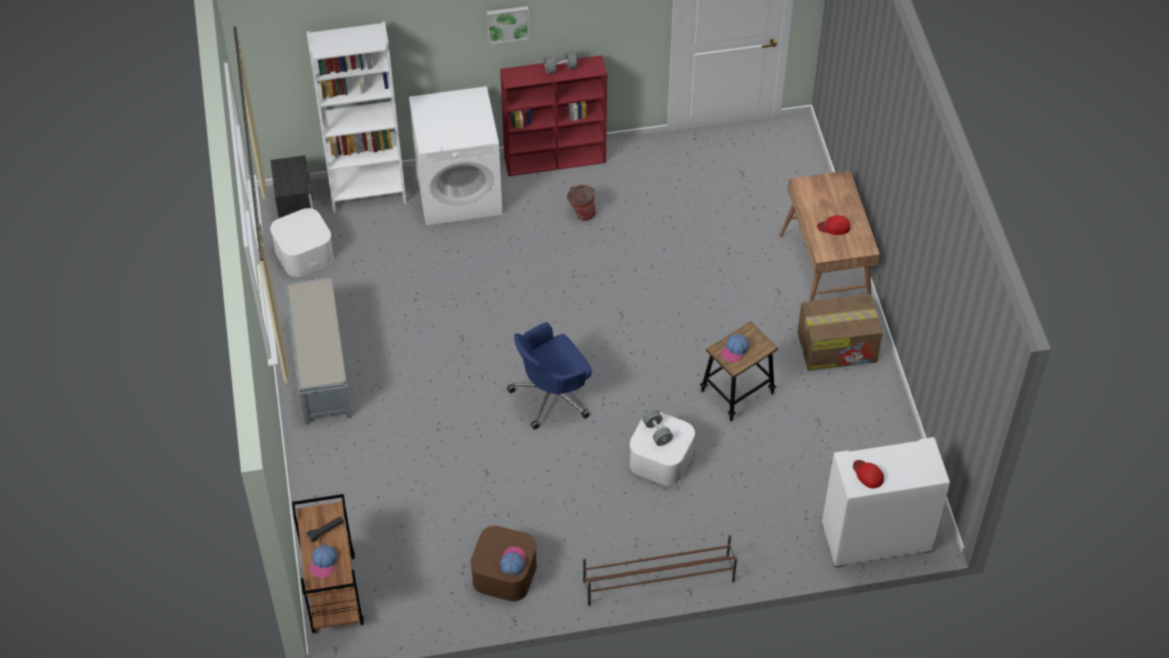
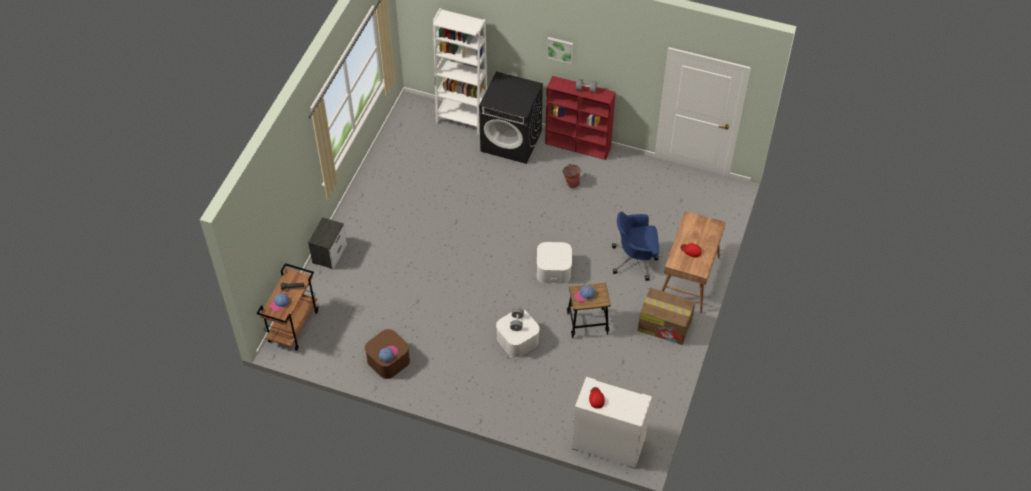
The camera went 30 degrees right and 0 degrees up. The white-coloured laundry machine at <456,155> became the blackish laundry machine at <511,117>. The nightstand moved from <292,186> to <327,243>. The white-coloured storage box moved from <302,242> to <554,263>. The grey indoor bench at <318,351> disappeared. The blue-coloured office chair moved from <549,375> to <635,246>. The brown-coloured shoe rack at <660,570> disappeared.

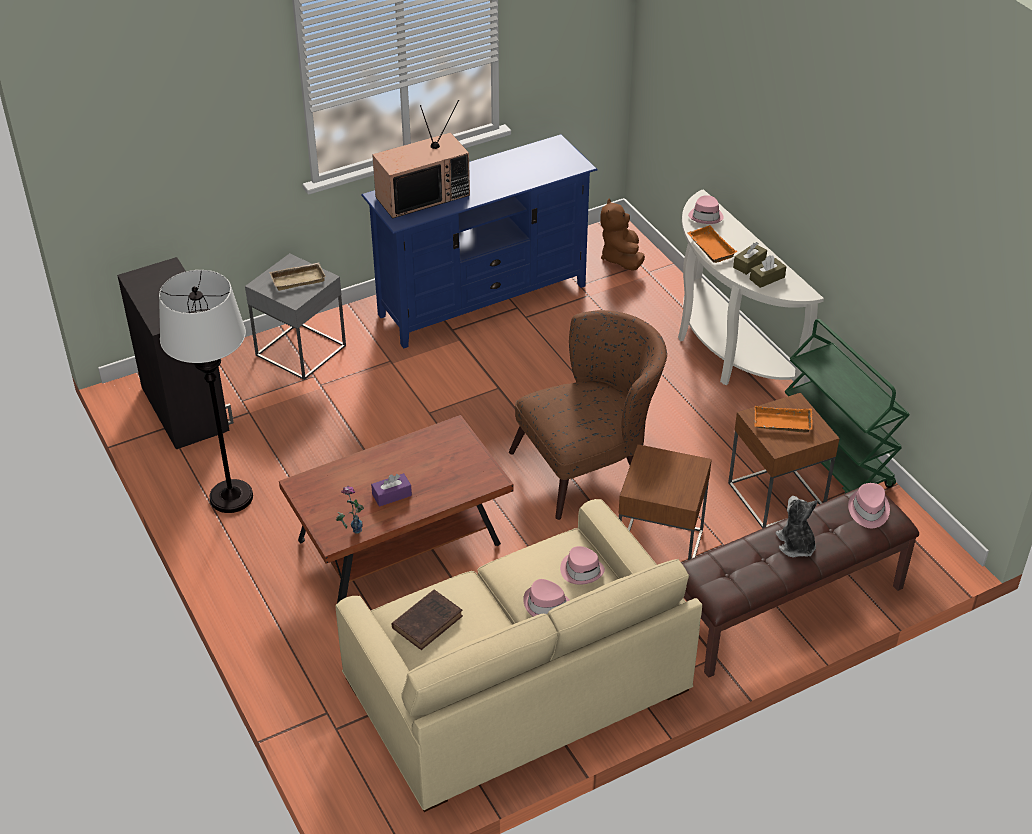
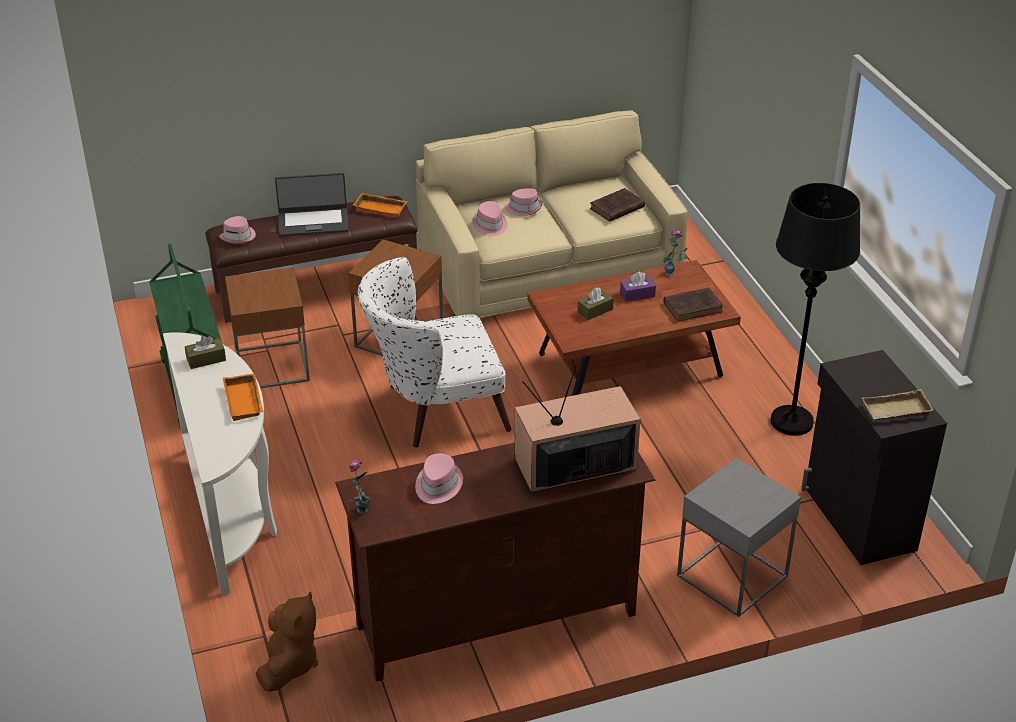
The camera went 170 degrees left and 5 degrees down. The blue-coloured media console at <479,241> became the brown-coloured media console at <495,562>. The pinkish clothing hat moved from <706,209> to <439,478>. The brown-coloured tissue holder moved from <750,258> to <596,304>. The beige-coloured serving tray moved from <297,276> to <898,405>. The white-coloured floor lamp at <206,391> became the blackish floor lamp at <815,309>. The brown-coloured lounge chair at <588,415> became the white-coloured lounge chair at <434,352>. The orangey serving tray moved from <783,419> to <380,205>. The plush toy at <797,527> was replaced by the portable computer at <312,204>. The brown-coloured book at <693,304> appeared. The decorative vase at <359,486> appeared.

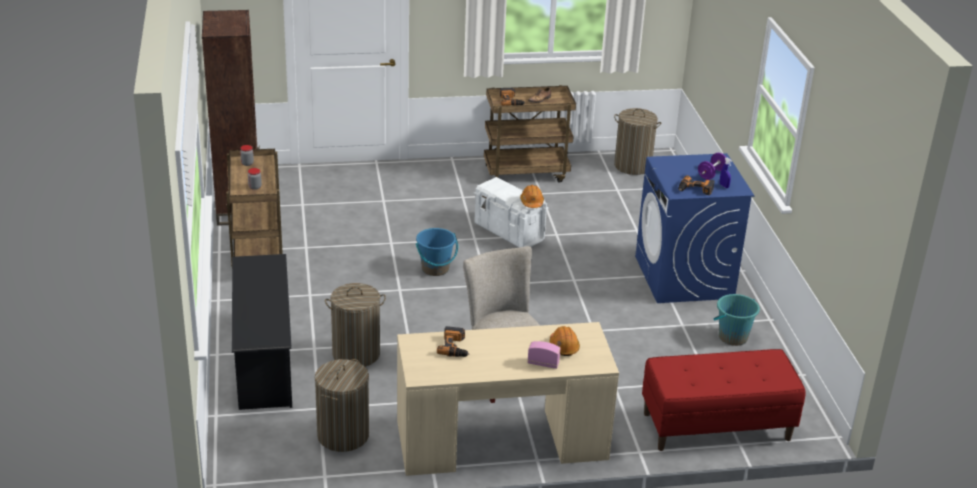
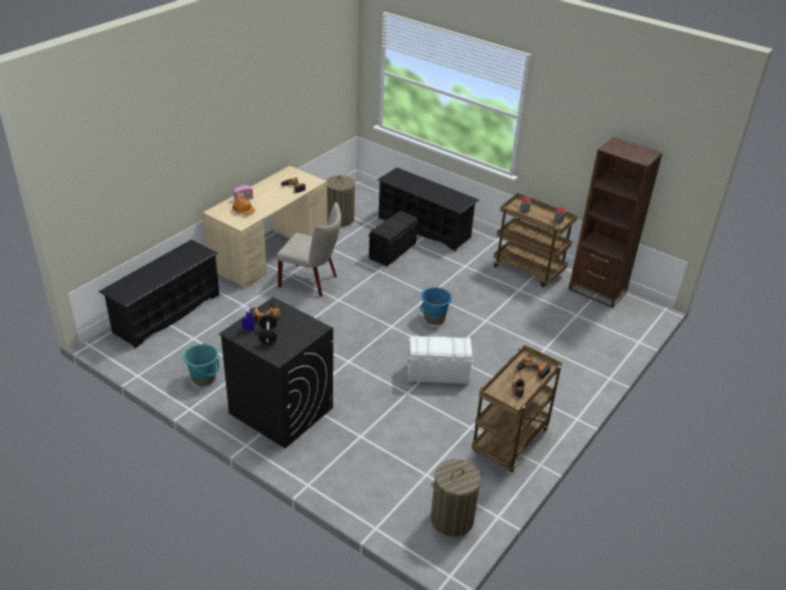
The camera went 135 degrees right and 5 degrees up. The blue-coloured laundry machine at <695,228> became the blackish laundry machine at <276,373>. The purple hand weight at <712,166> became the blackish hand weight at <268,330>. The orangey work helmet at <532,196> disappeared. The hamper at <355,325> was replaced by the blackish storage box at <393,239>. The red-coloured indoor bench at <723,400> was replaced by the blackish shoe rack at <159,293>.

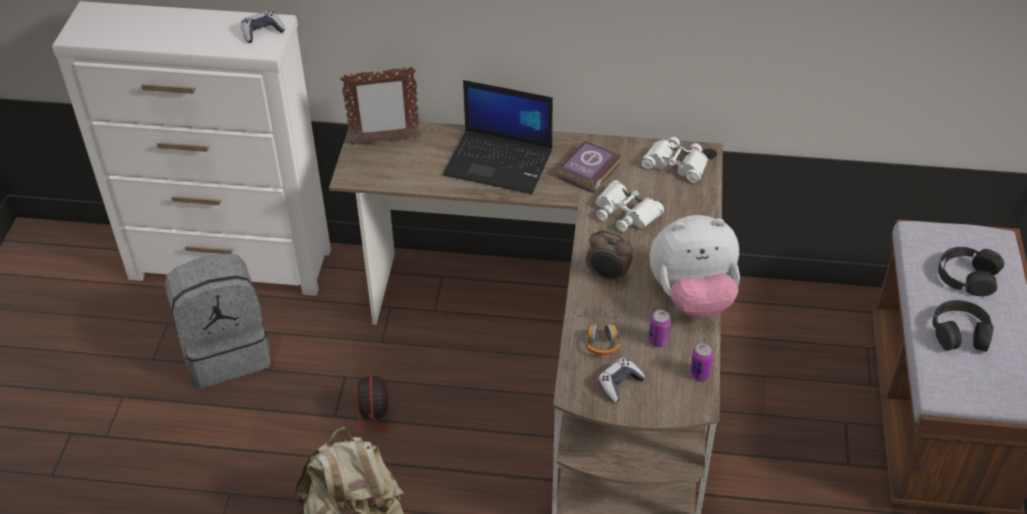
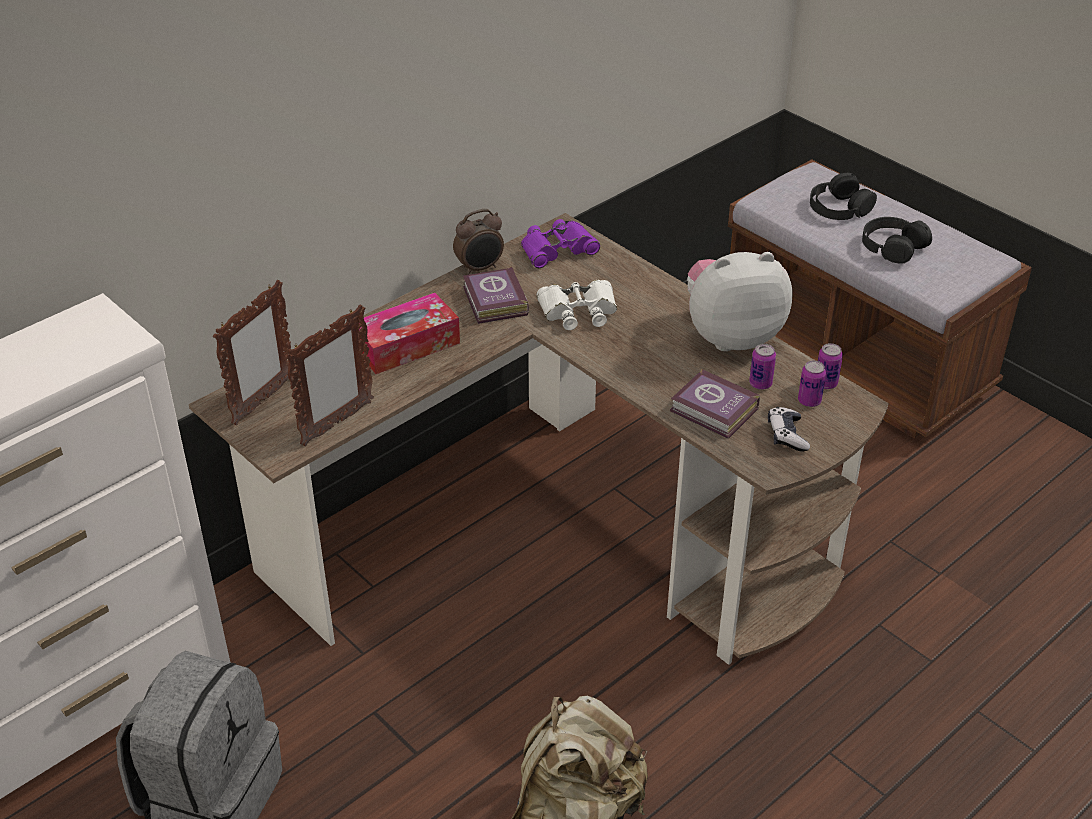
The camera went 50 degrees left and 5 degrees down. The game controller at <263,27> disappeared. The portable computer at <498,137> was replaced by the tissue holder at <409,333>. The white-coloured field glasses at <674,160> became the purple field glasses at <560,243>. The plush toy at <694,267> turned 135 degrees counterclockwise. The bedside clock moved from <609,257> to <478,242>. The headset at <600,330> was replaced by the book at <715,404>. The fan at <330,401> disappeared. The photo frame at <329,375> appeared. The sealed can at <812,384> appeared.

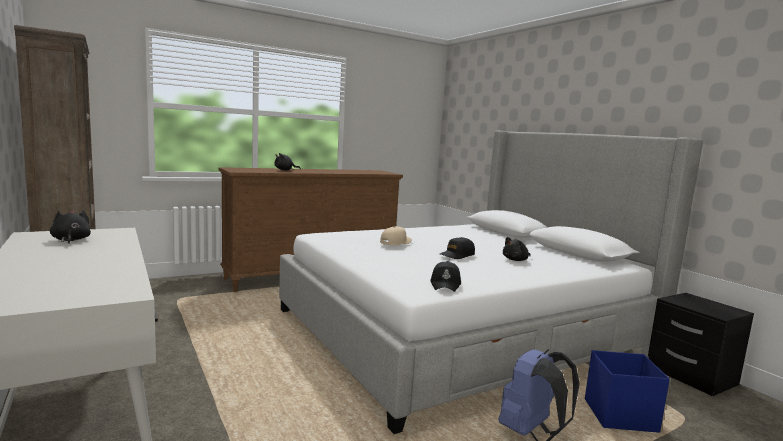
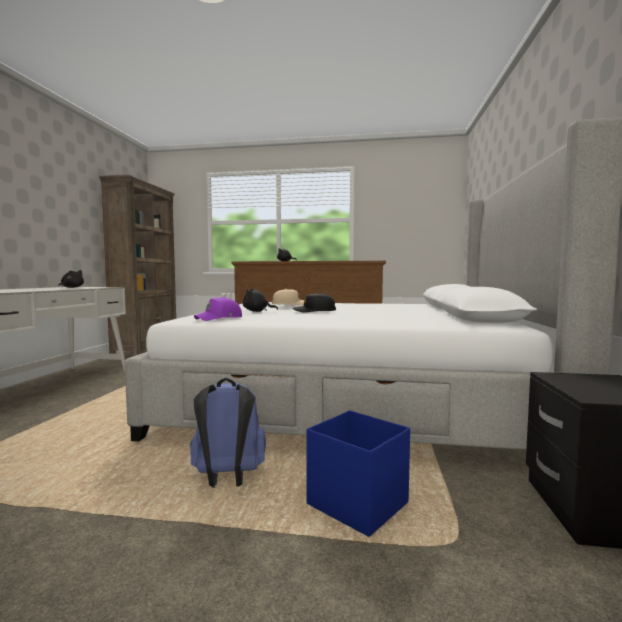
The camera went 40 degrees right and 5 degrees down. The blackish plush toy moved from <517,249> to <260,300>. The blackish baseball cap at <445,276> became the purple baseball cap at <218,309>.

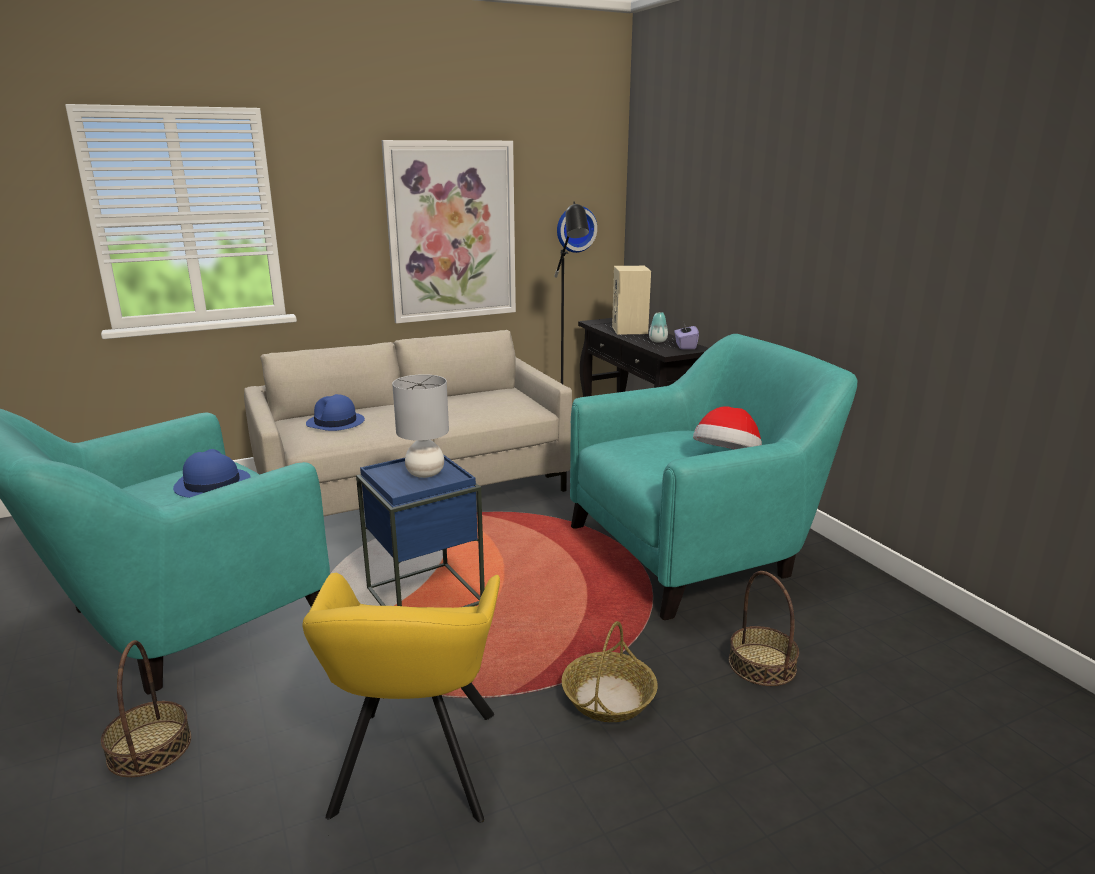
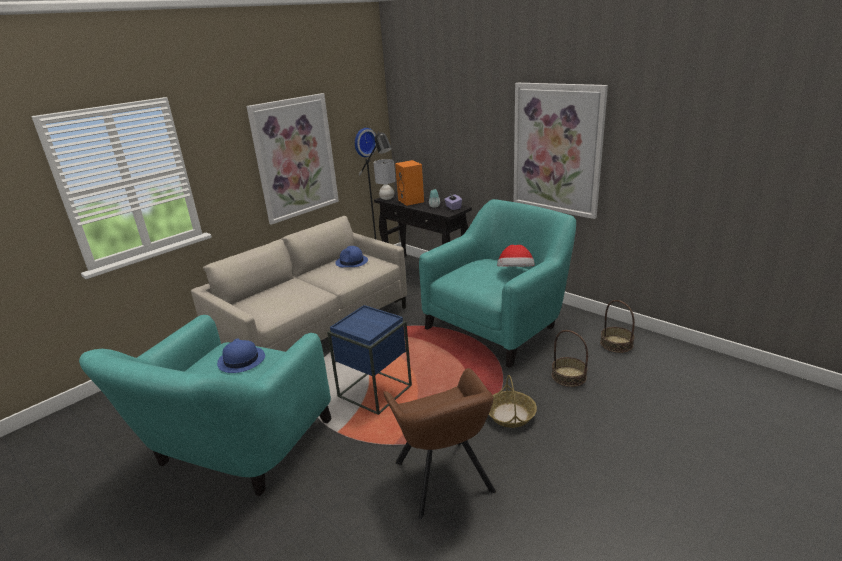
The camera went 20 degrees left and 5 degrees up. The beige-coloured loudspeaker at <631,300> became the orangey loudspeaker at <409,183>. The grey tabletop lamp moved from <420,426> to <384,179>. The blue-coloured clothing hat moved from <335,412> to <351,256>. The yellow lounge chair at <401,698> became the brown-coloured lounge chair at <440,443>. The storage basket moved from <146,708> to <617,326>. The wall picture at <561,151> appeared.

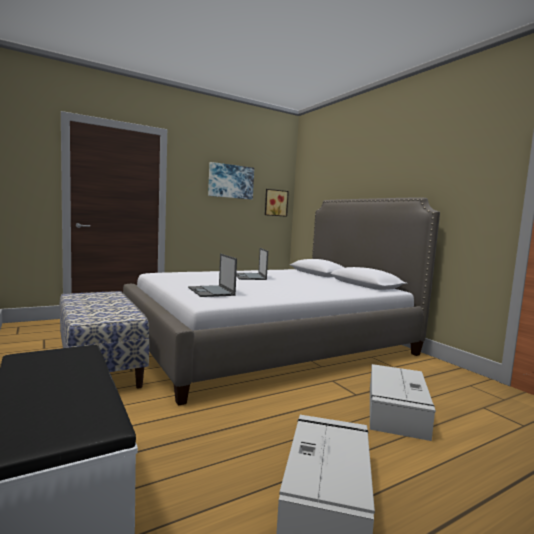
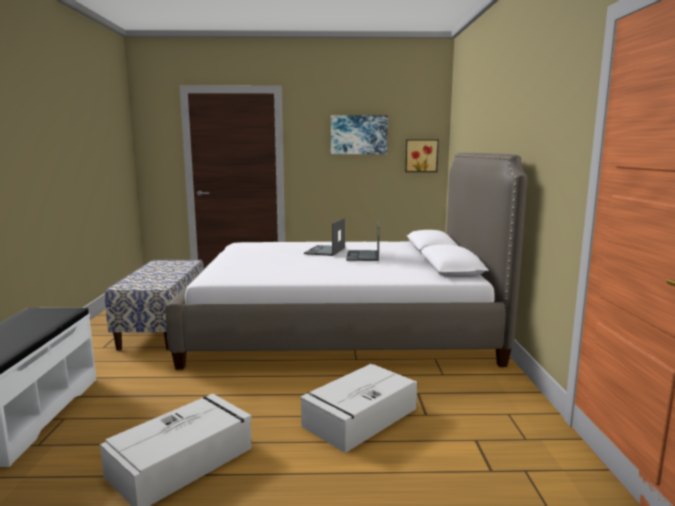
The camera went 30 degrees right and 5 degrees up. The portable computer moved from <212,275> to <363,241>.

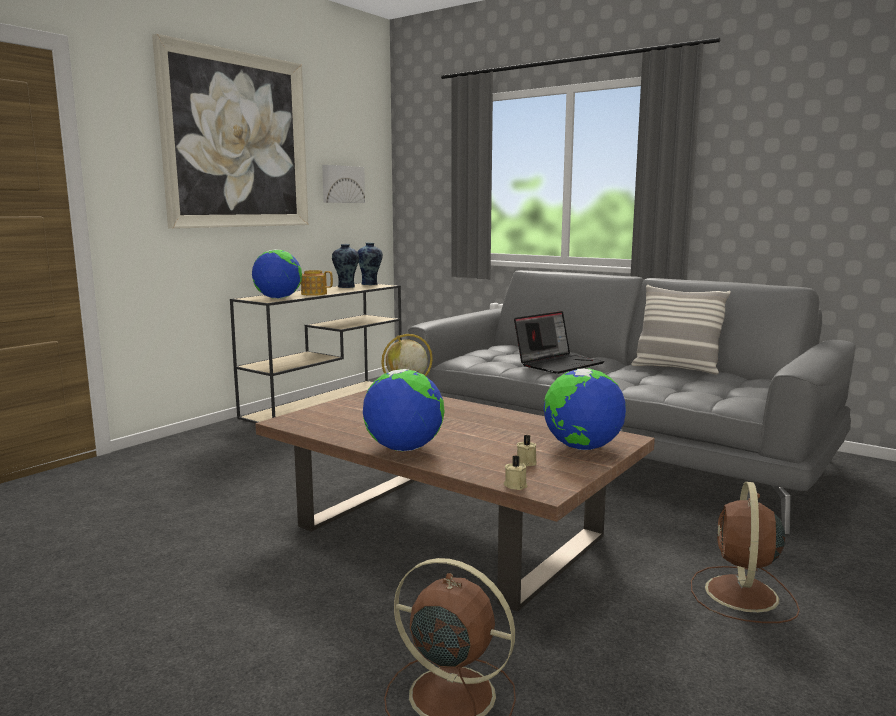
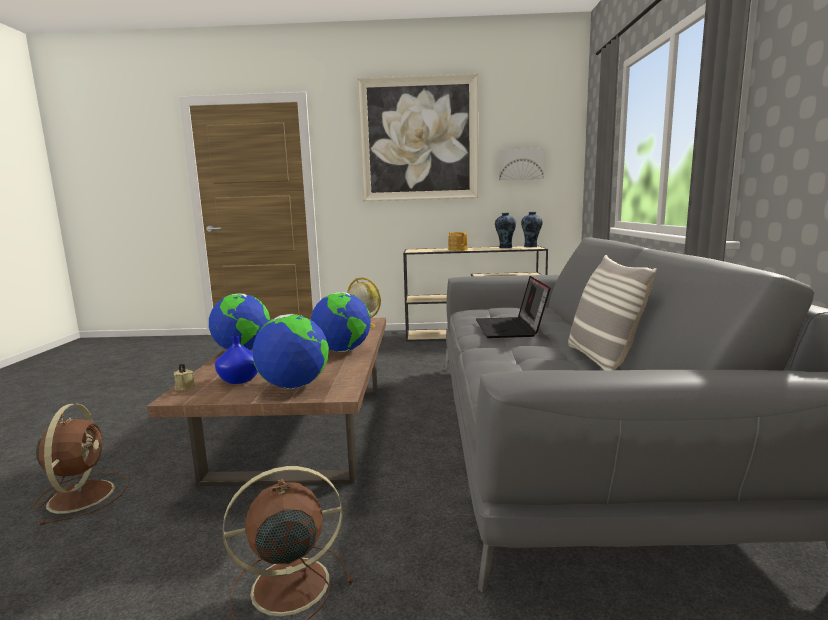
The camera went 55 degrees right and 0 degrees up. The world globe moved from <277,274> to <341,322>. The portable computer at <559,342> turned 75 degrees clockwise. The beige-coloured candle at <527,450> was replaced by the blue-coloured decorative vase at <236,360>.

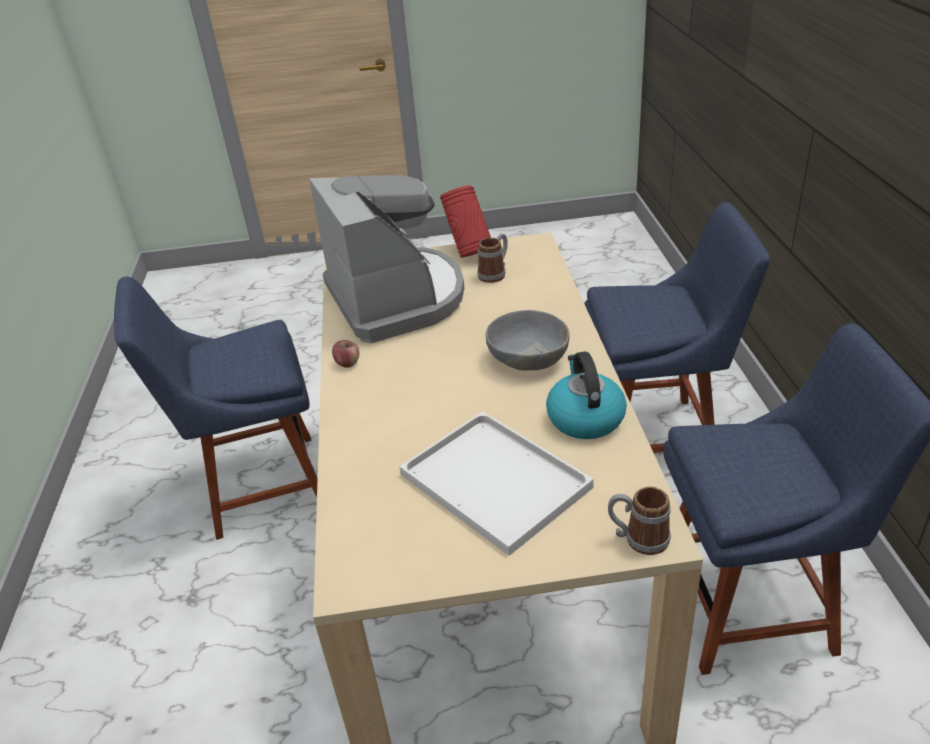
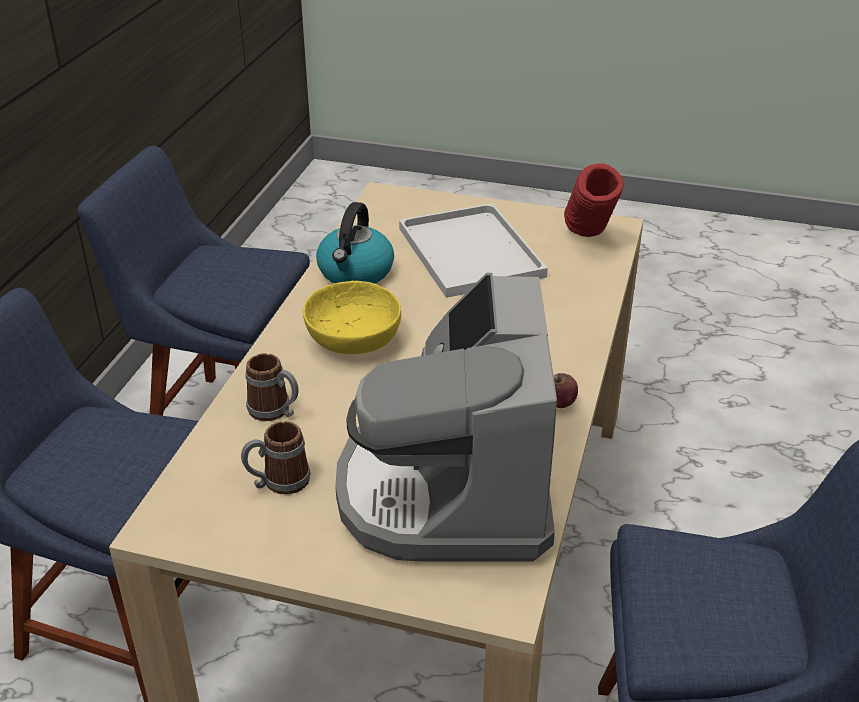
The camera went 160 degrees left and 0 degrees up. The red-coloured decorative vase moved from <465,221> to <594,200>. The grey serving bowl at <527,340> became the yellow serving bowl at <352,317>. The mug moved from <639,521> to <272,387>.

